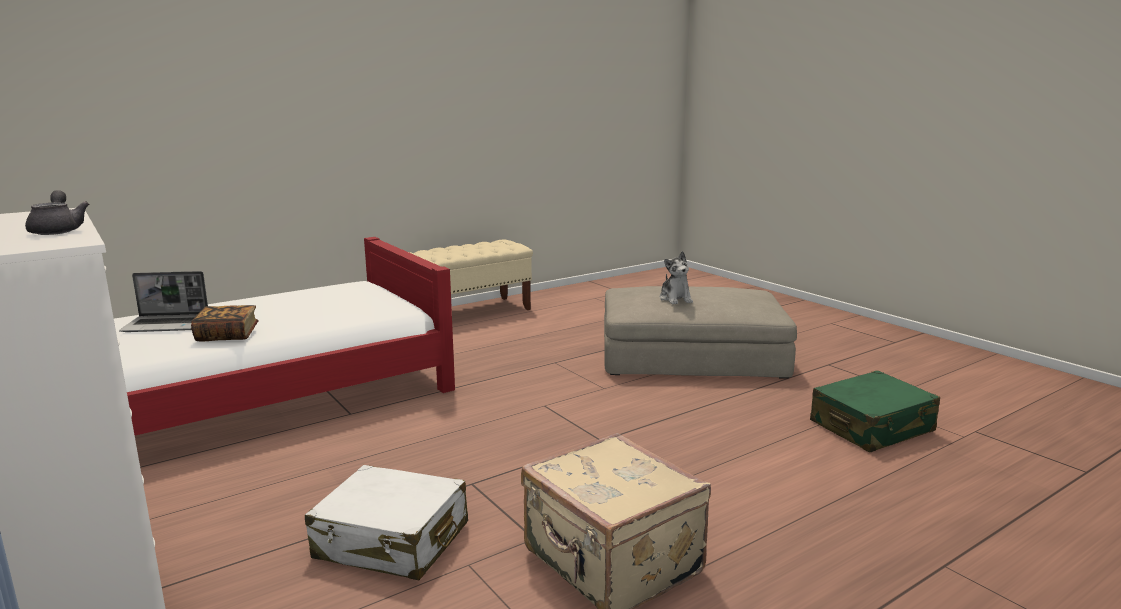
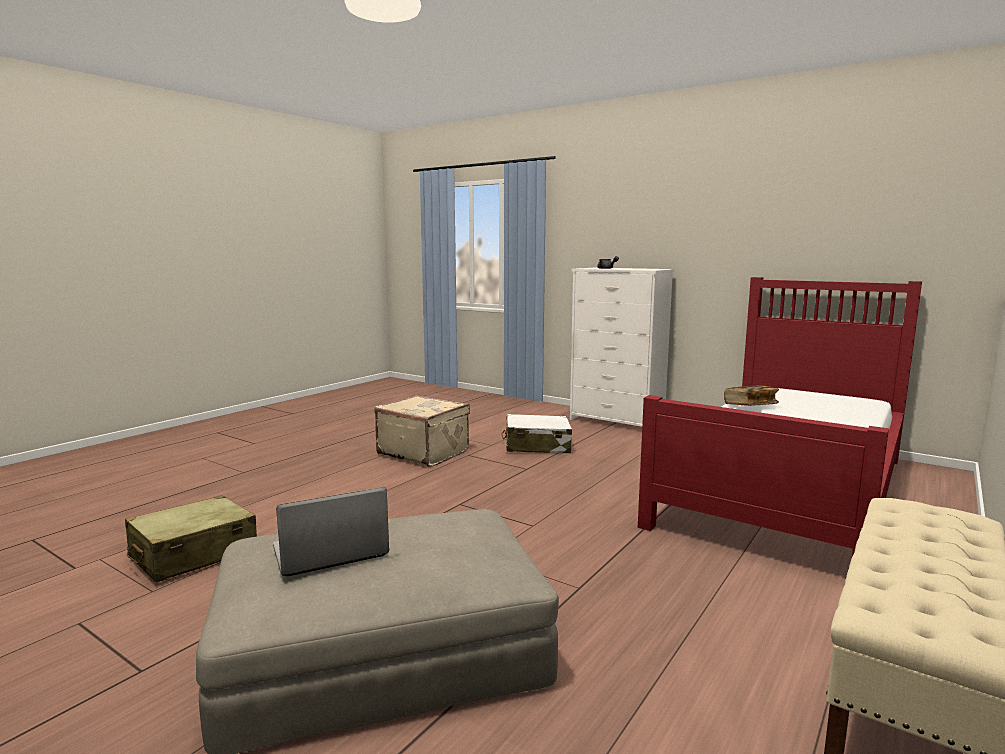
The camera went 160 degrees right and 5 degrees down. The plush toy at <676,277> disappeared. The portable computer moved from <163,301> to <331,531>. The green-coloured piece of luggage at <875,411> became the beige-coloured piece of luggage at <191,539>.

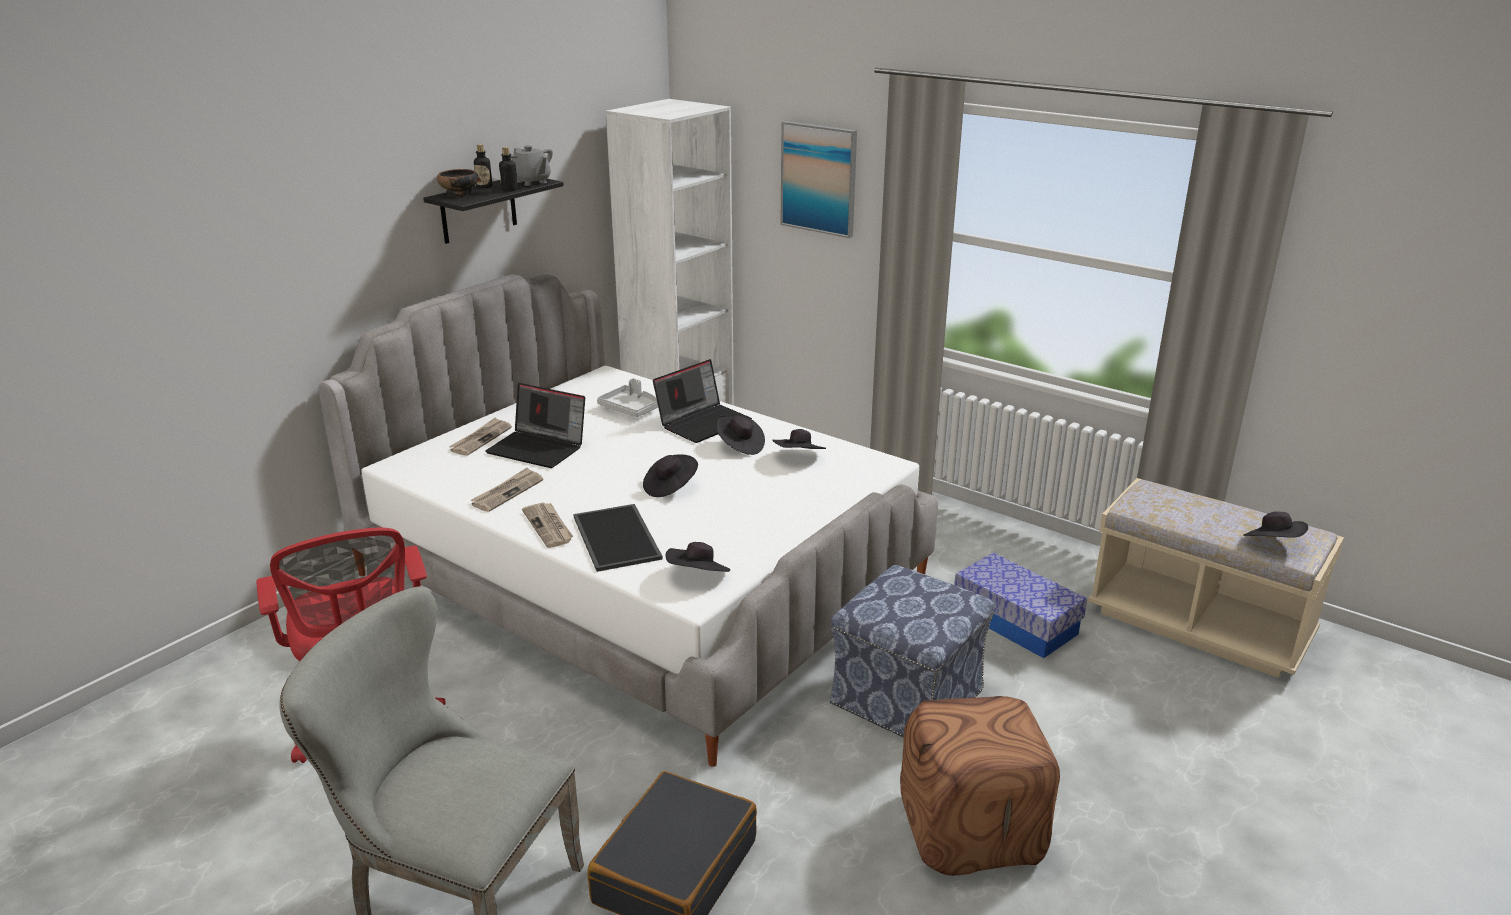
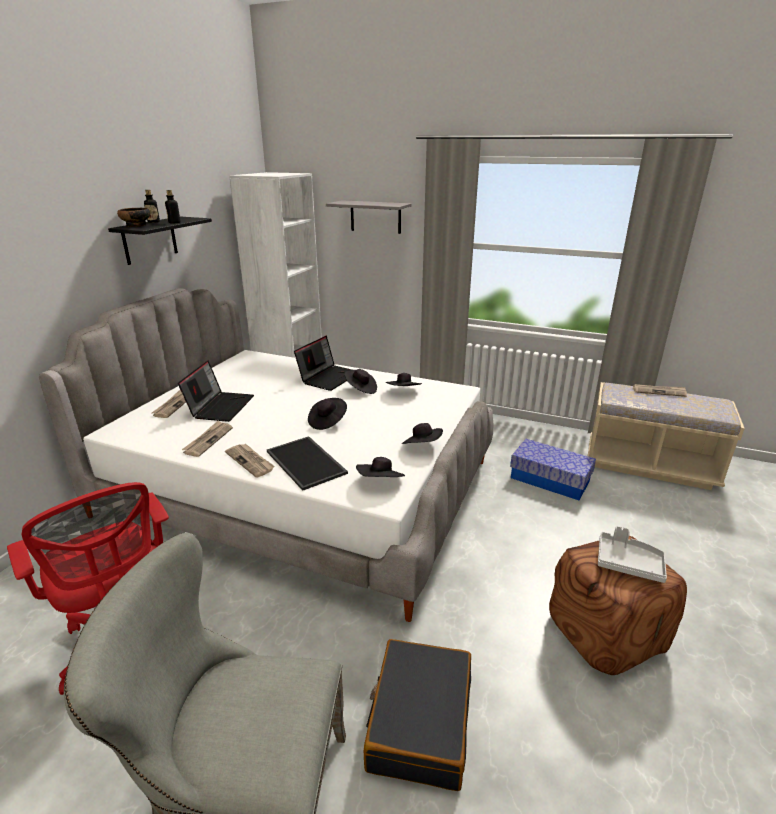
The camera went 15 degrees left and 0 degrees up. The wall picture at <818,179> was replaced by the grey bracket shelf at <368,217>. The grey tea pot at <532,165> disappeared. The grey serving tray moved from <627,397> to <632,554>. The portable computer at <535,425> turned 90 degrees counterclockwise. The blackish clothing hat moved from <1275,524> to <422,433>. The pouffe at <912,651> disappeared. The daily paper at <660,390> appeared.

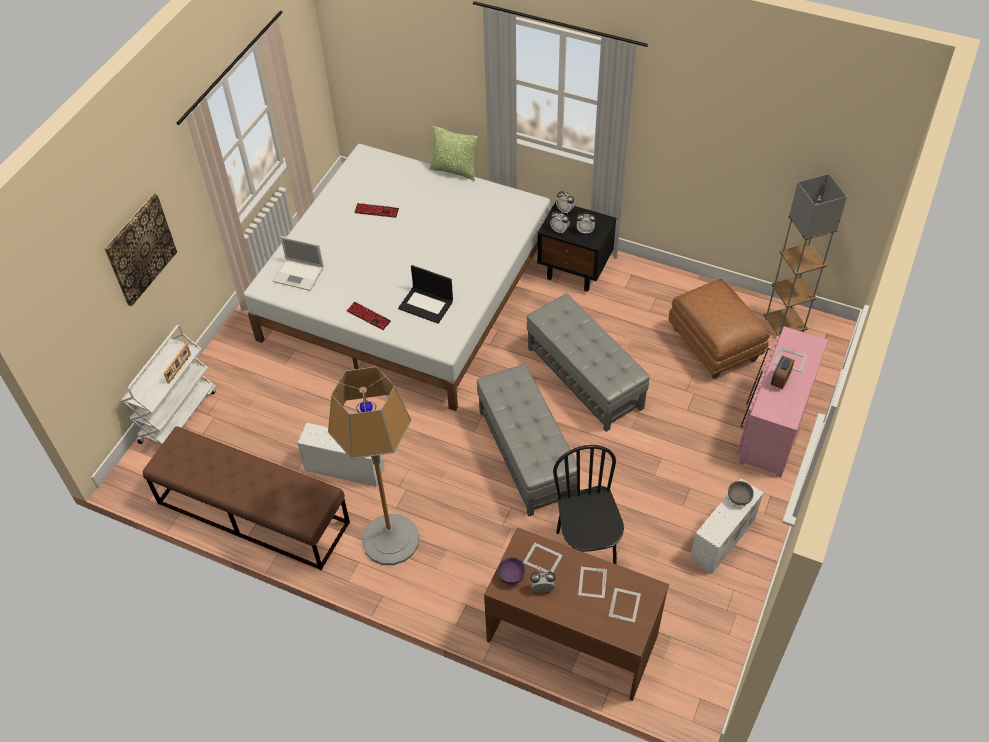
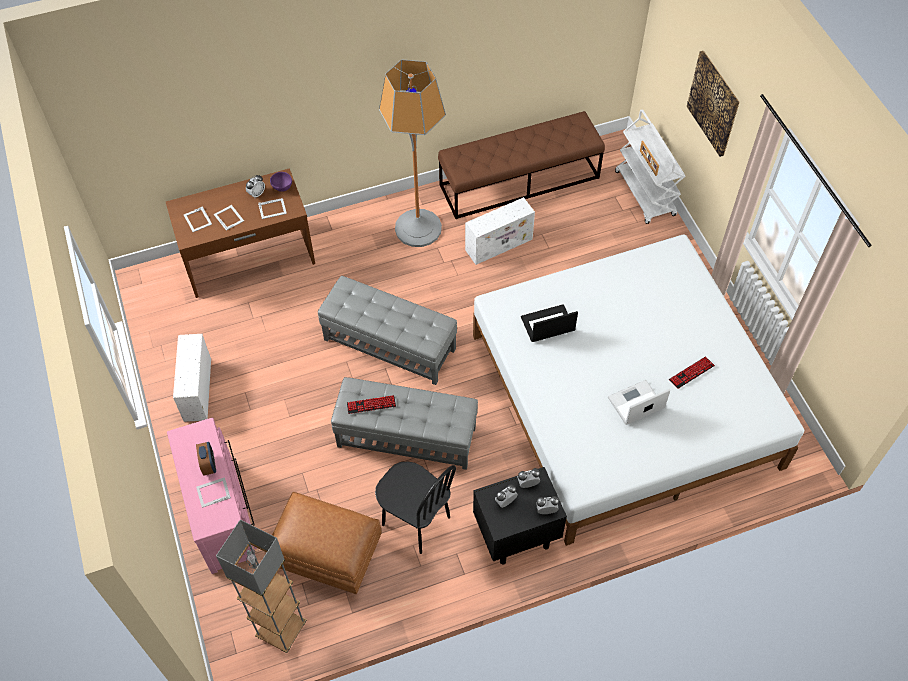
The camera went 135 degrees right and 5 degrees up. The throw pillow at <453,153> disappeared. The portable computer moved from <298,263> to <639,402>. The computer keyboard moved from <369,315> to <371,404>. The blackish plain chair moved from <588,504> to <415,507>. The grey serving bowl at <741,493> disappeared.

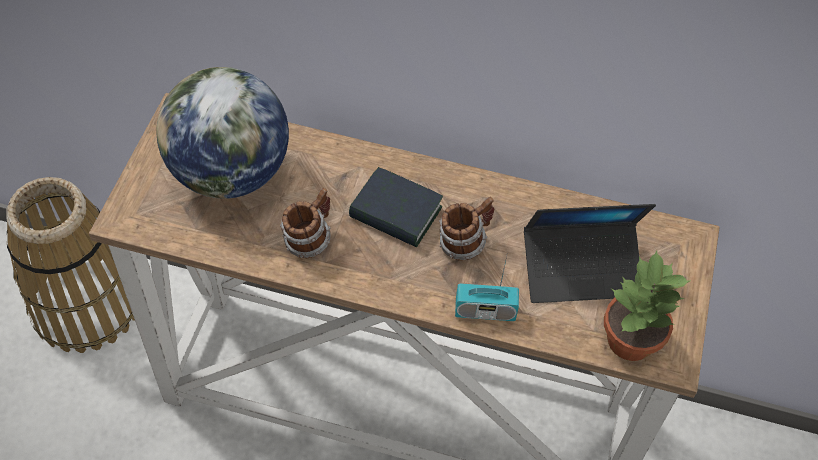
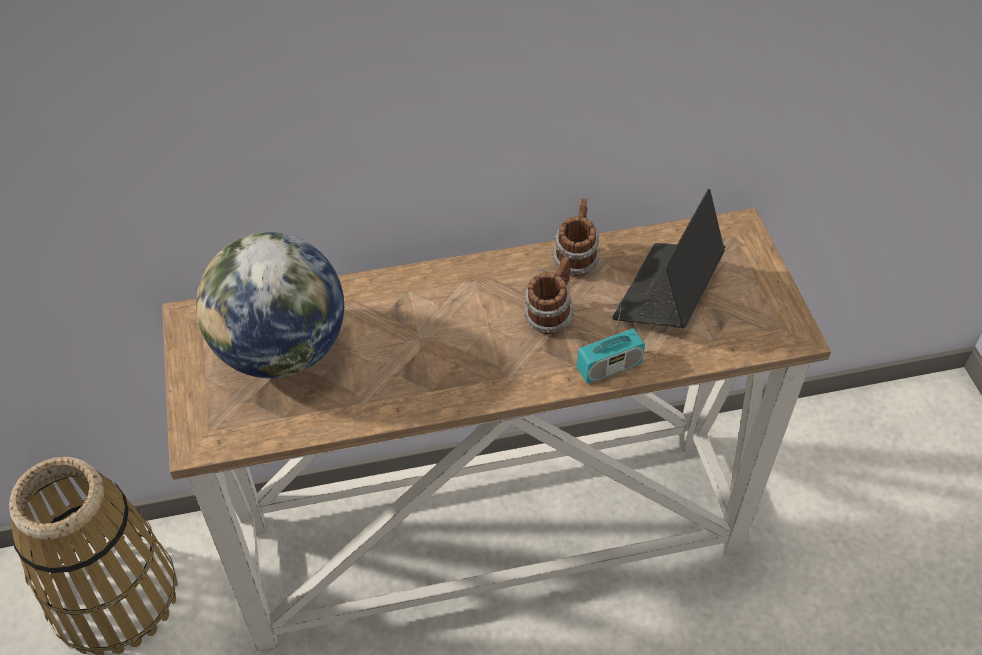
The camera went 25 degrees left and 5 degrees down. The book at <396,207> disappeared. The mug moved from <305,223> to <576,237>. The portable computer at <590,253> turned 150 degrees clockwise. The houseplant at <647,305> disappeared.

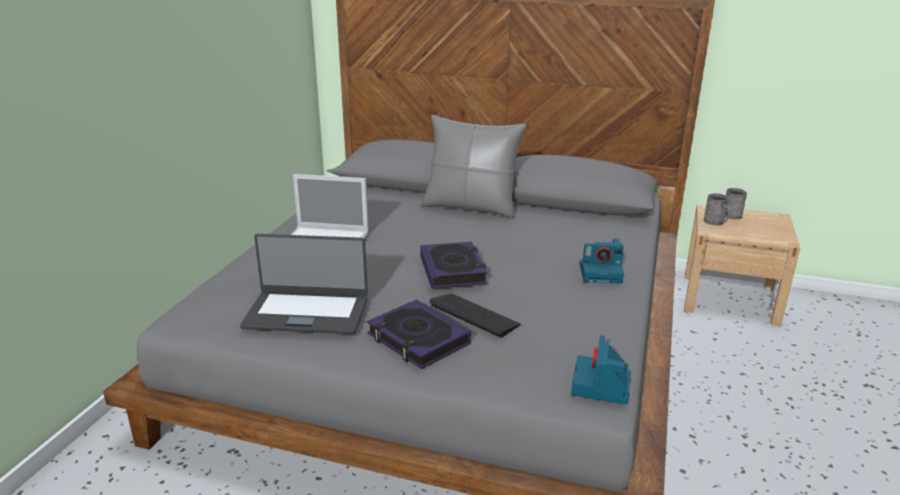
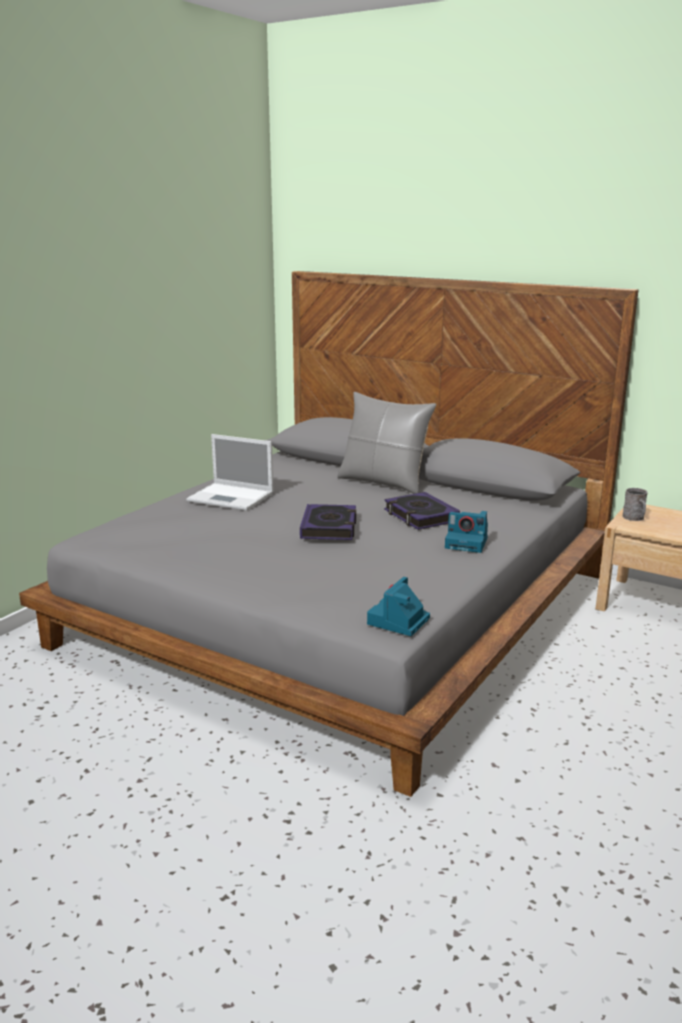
The camera went 15 degrees right and 5 degrees down. The grey mug at <736,203> disappeared. The portable computer at <304,284> disappeared. The computer keyboard at <475,316> disappeared. The book moved from <419,334> to <422,511>.

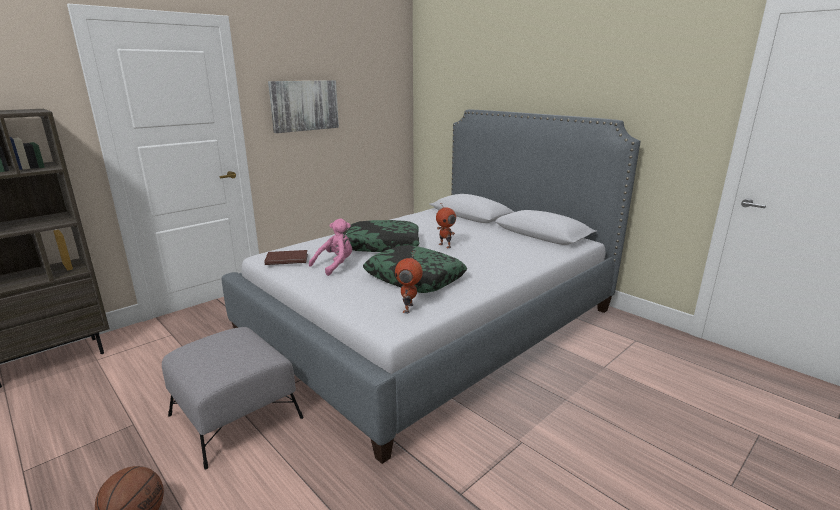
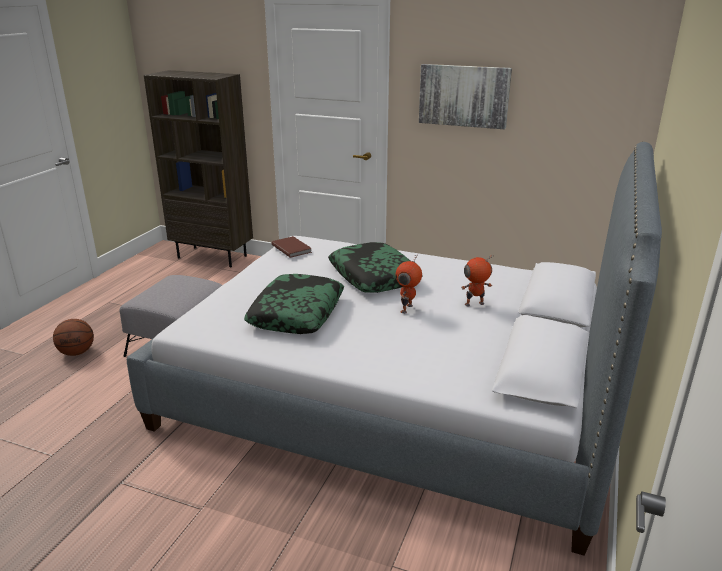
The camera went 65 degrees right and 5 degrees up. The pinkish plush toy at <330,247> disappeared. The toy robot moved from <409,282> to <477,280>.

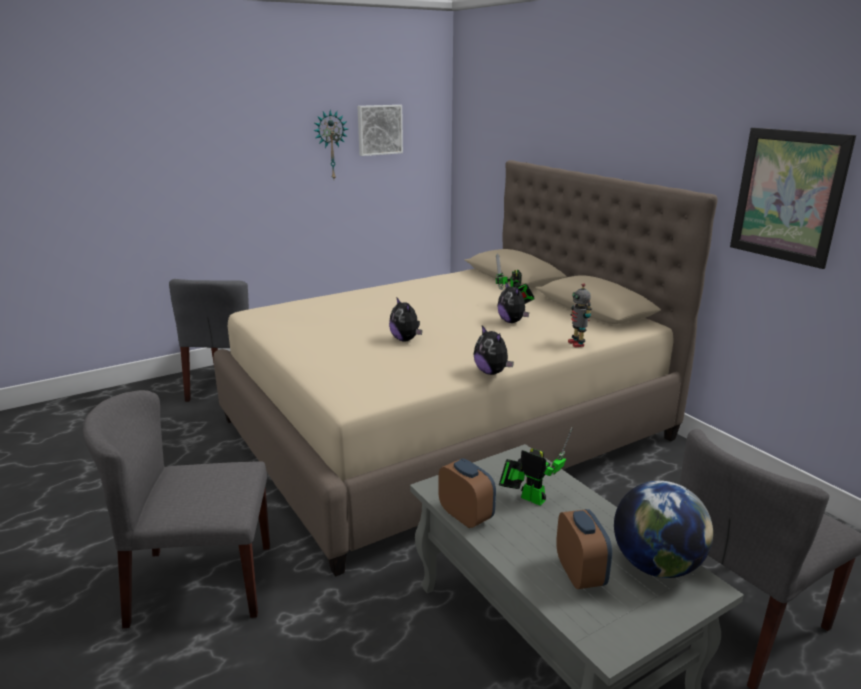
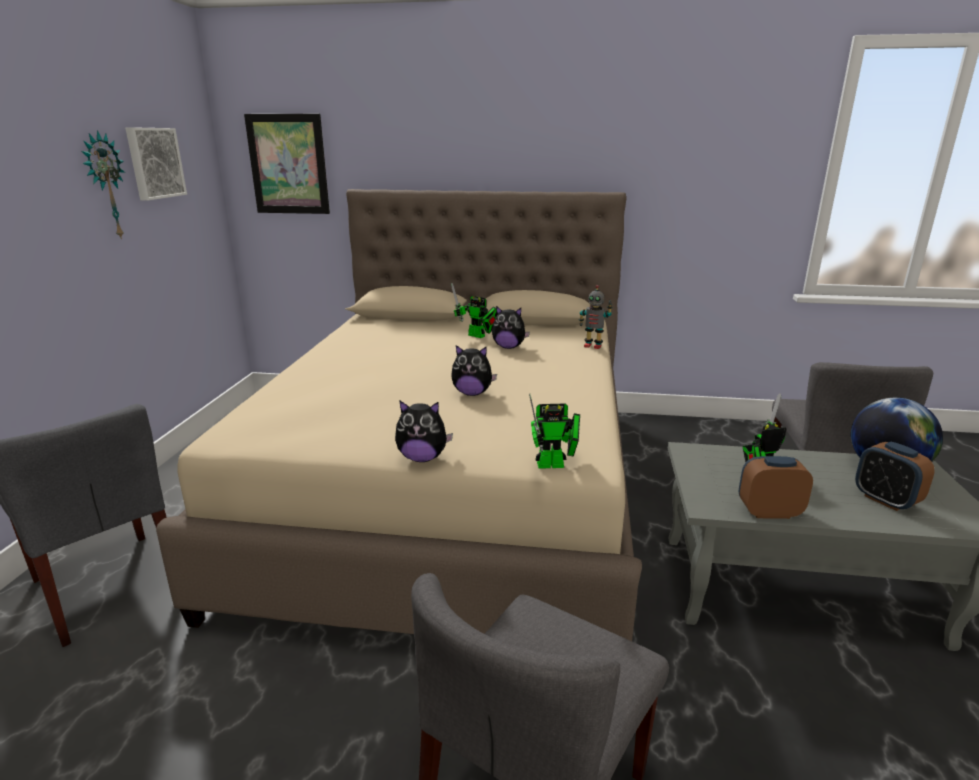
The camera went 50 degrees left and 0 degrees up. The wall picture moved from <793,198> to <287,164>. The plush toy moved from <493,350> to <424,431>. The bedside clock at <584,549> turned 150 degrees counterclockwise. The toy robot at <554,431> appeared.

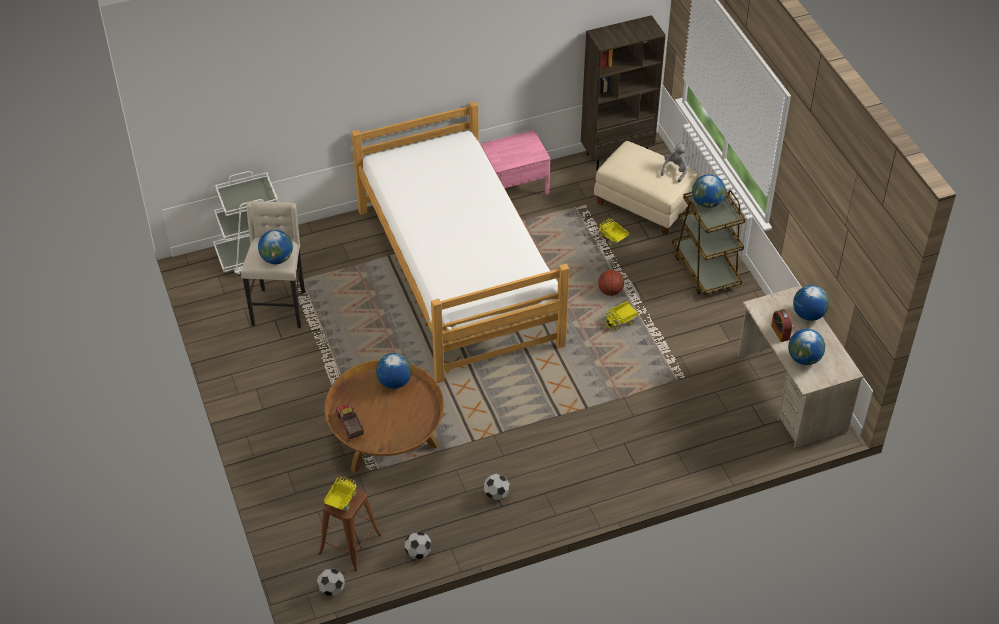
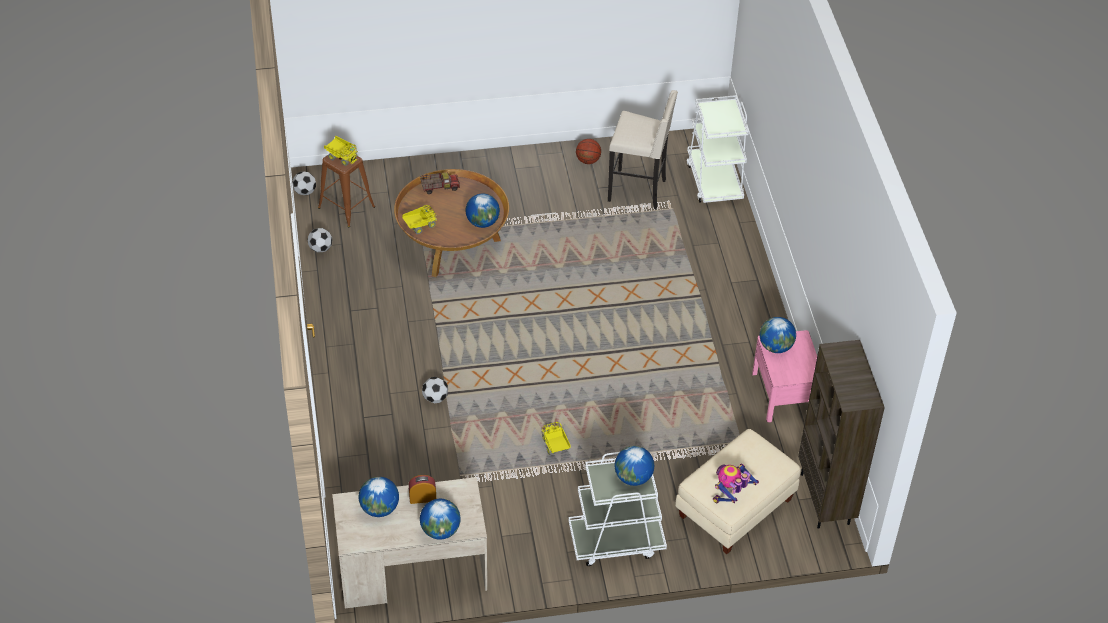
The camera went 100 degrees right and 0 degrees up. The bed at <460,242> disappeared. The grey plush toy at <674,162> was replaced by the toy robot at <736,484>. The brown-coloured trolley at <708,242> became the white-coloured trolley at <617,509>. The model truck moved from <613,232> to <419,219>. The world globe moved from <275,247> to <778,335>. The ball for basketball moved from <611,283> to <588,151>. The ball for football moved from <496,487> to <435,390>.

